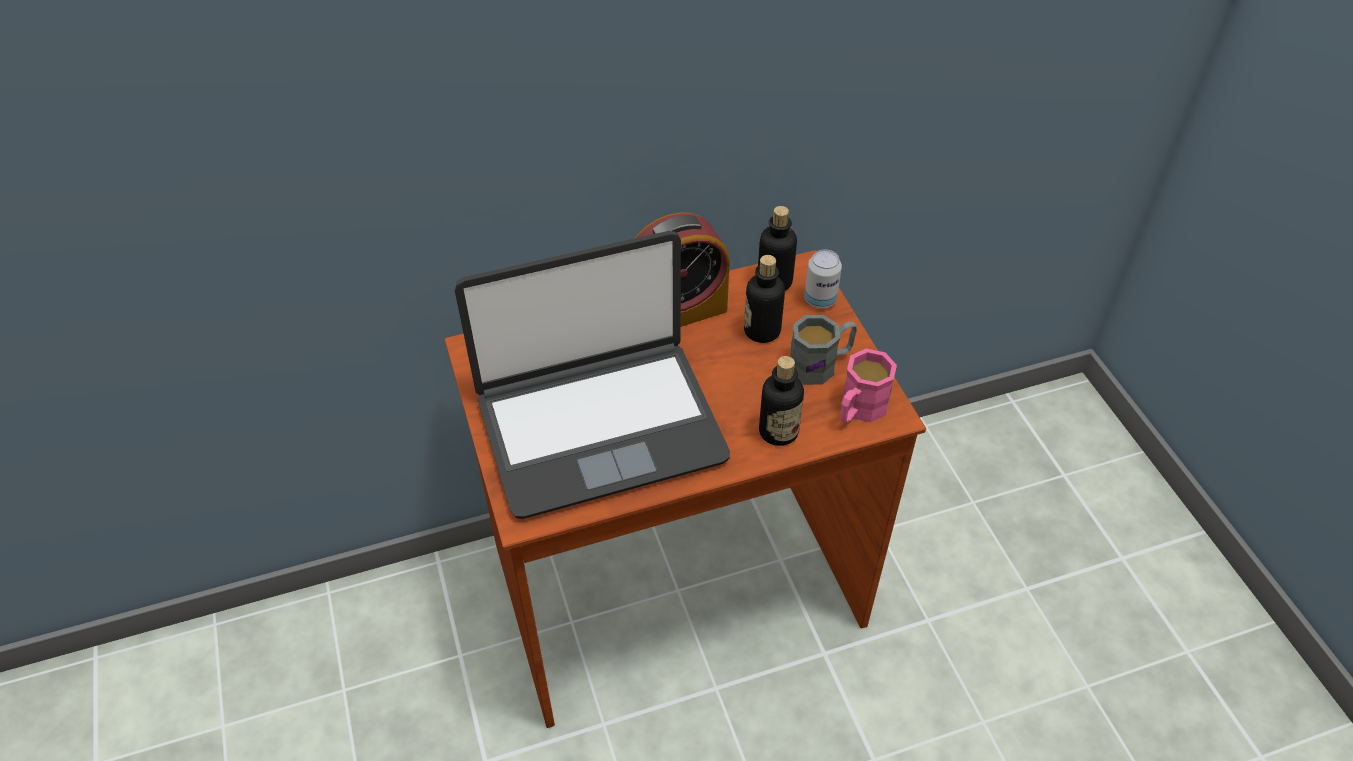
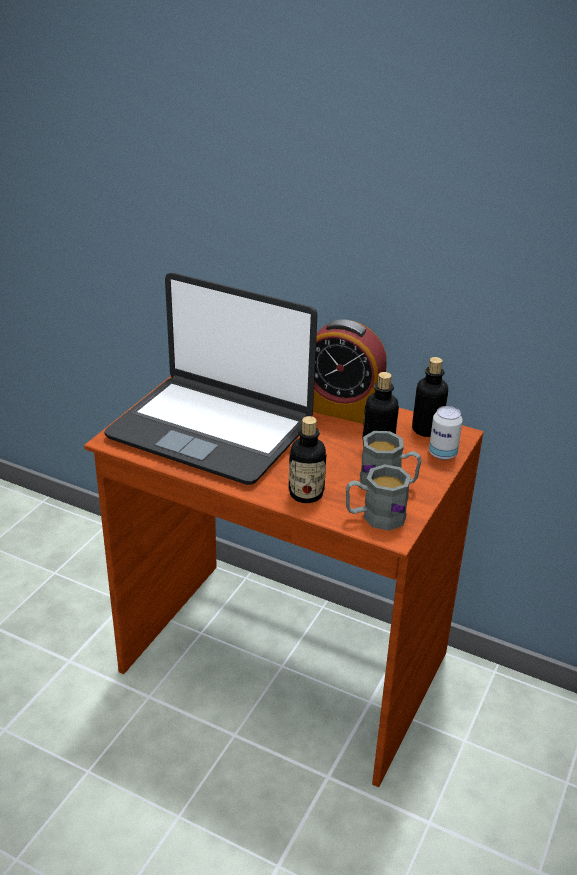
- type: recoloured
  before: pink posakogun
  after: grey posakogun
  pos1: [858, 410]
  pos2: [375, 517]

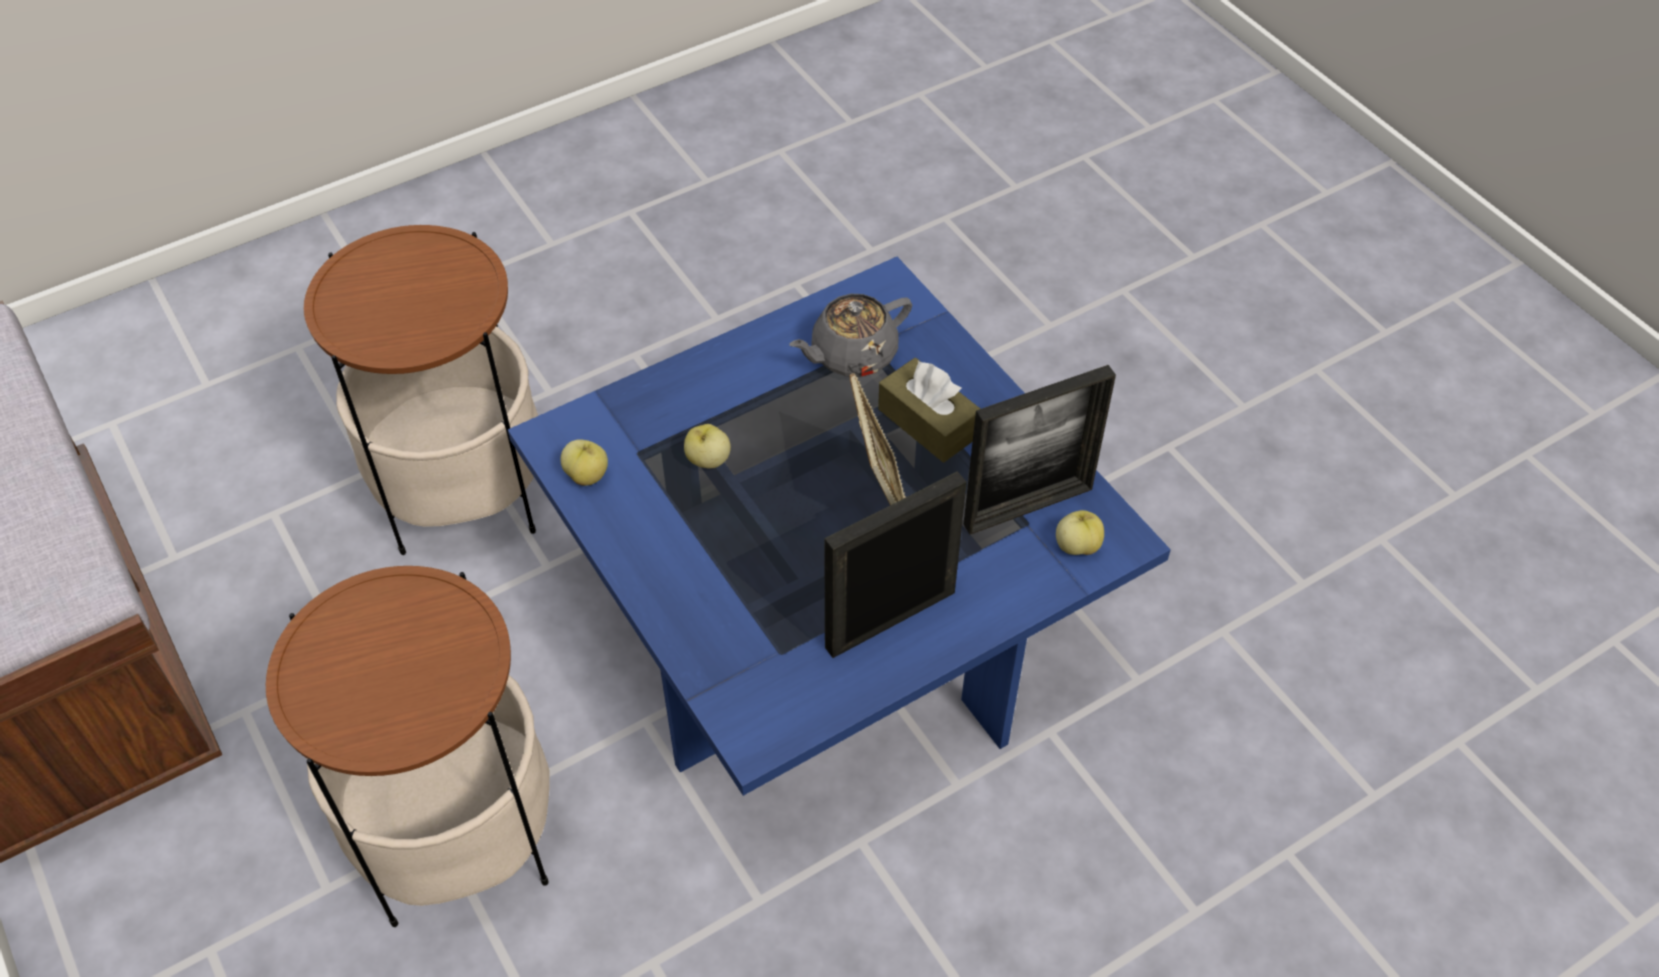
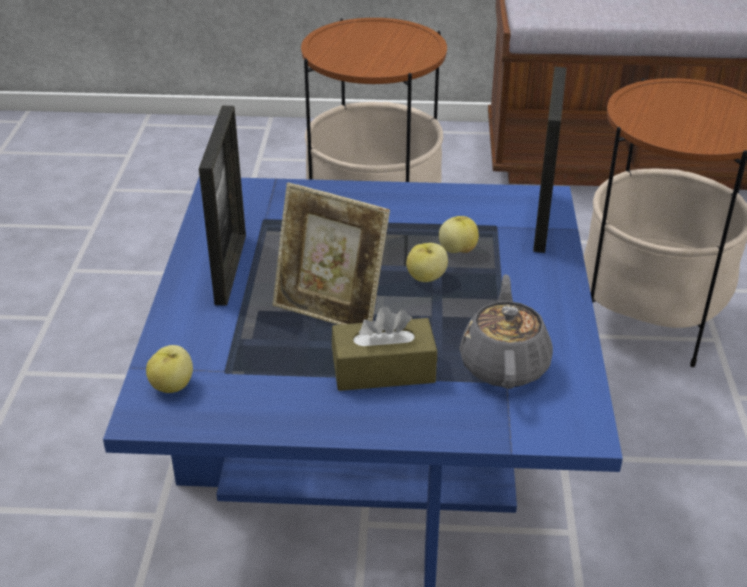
- type: moved
  before: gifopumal
  pos1: [587, 475]
  pos2: [426, 278]
- type: moved
  before: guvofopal
  pos1: [1028, 507]
  pos2: [542, 221]

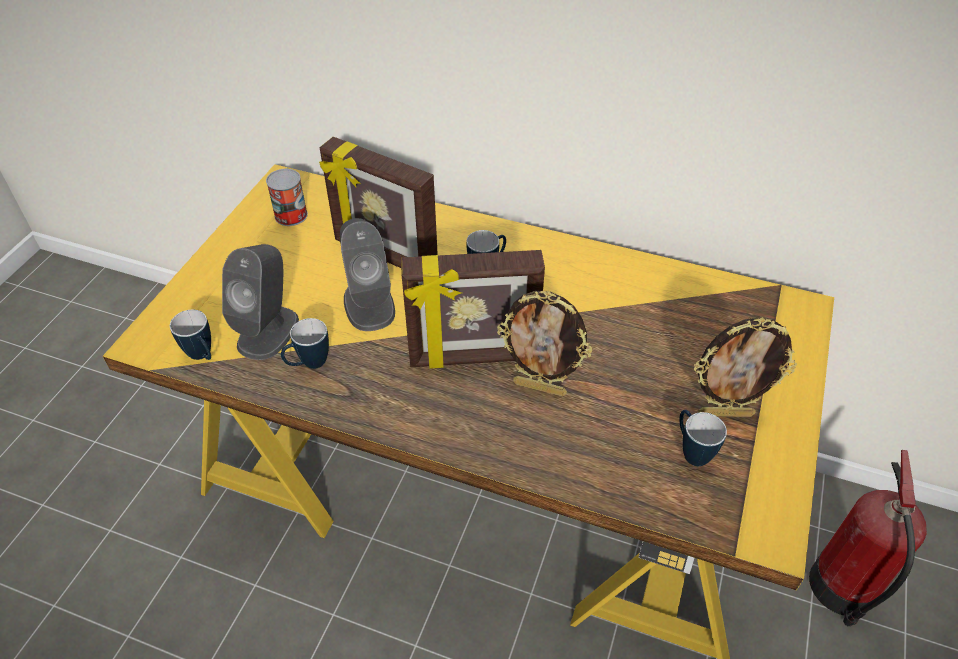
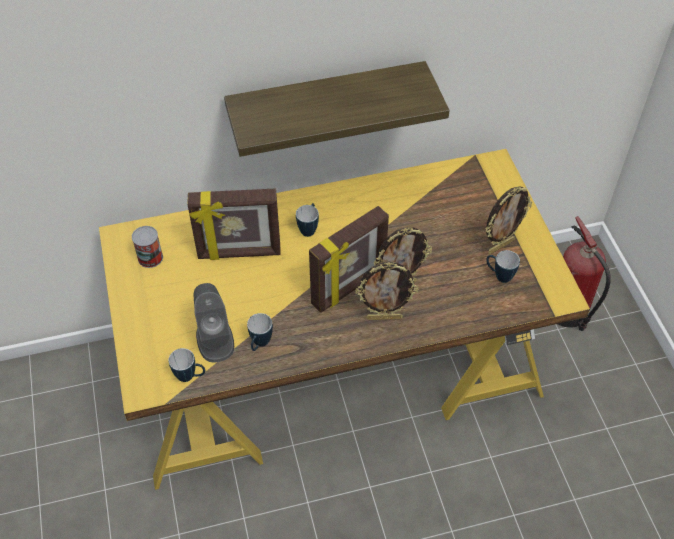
- type: removed
  before: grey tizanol
  pos1: [369, 304]
- type: added
  after: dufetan
  pos2: [326, 105]
- type: added
  after: guvofopal
  pos2: [384, 317]

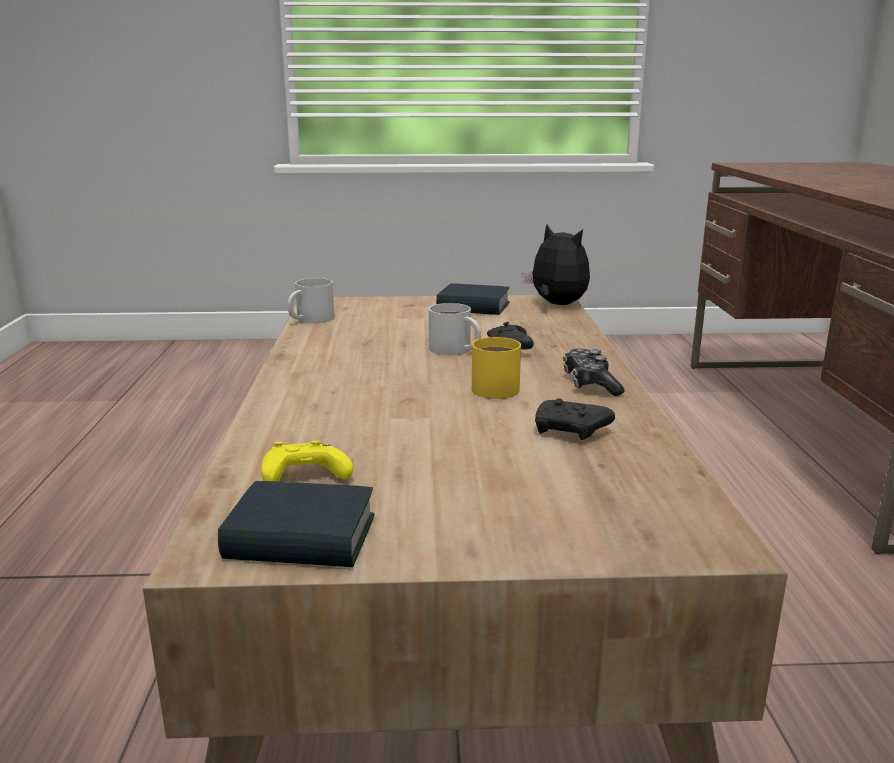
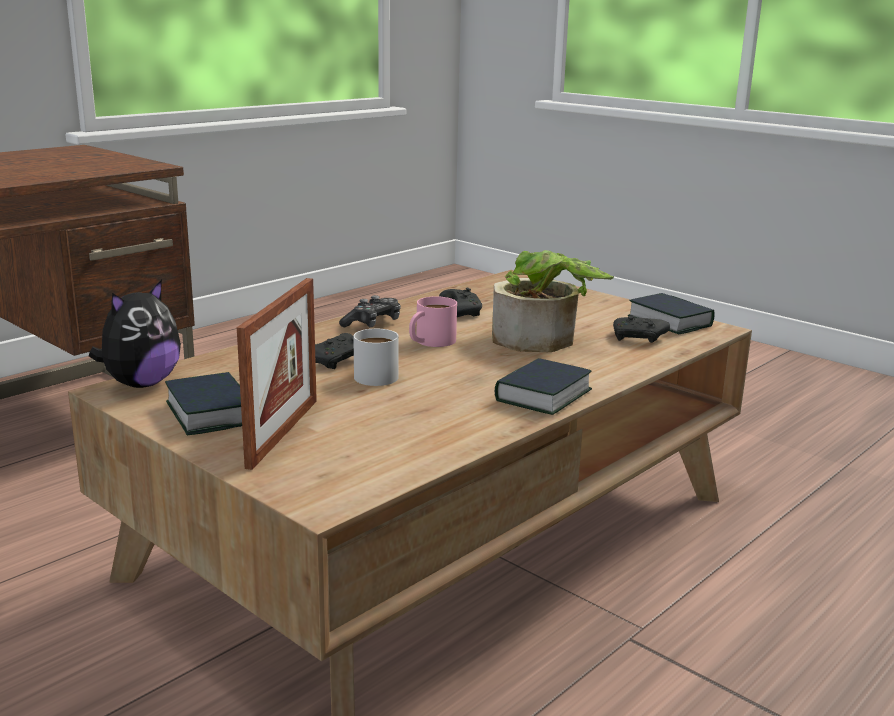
- type: removed
  before: white posakogun
  pos1: [310, 320]
- type: added
  after: guvofopal
  pos2: [283, 432]
- type: added
  after: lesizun
  pos2: [543, 341]
- type: added
  after: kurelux
  pos2: [543, 395]
- type: recoloured
  before: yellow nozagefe
  after: black nozagefe
  pos1: [303, 478]
  pos2: [639, 338]
- type: recoloured
  before: yellow posakogun
  after: pink posakogun
  pos1: [494, 386]
  pos2: [430, 342]
- type: turned
  before: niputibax
  pos1: [556, 305]
  pos2: [141, 383]
  turn: -150

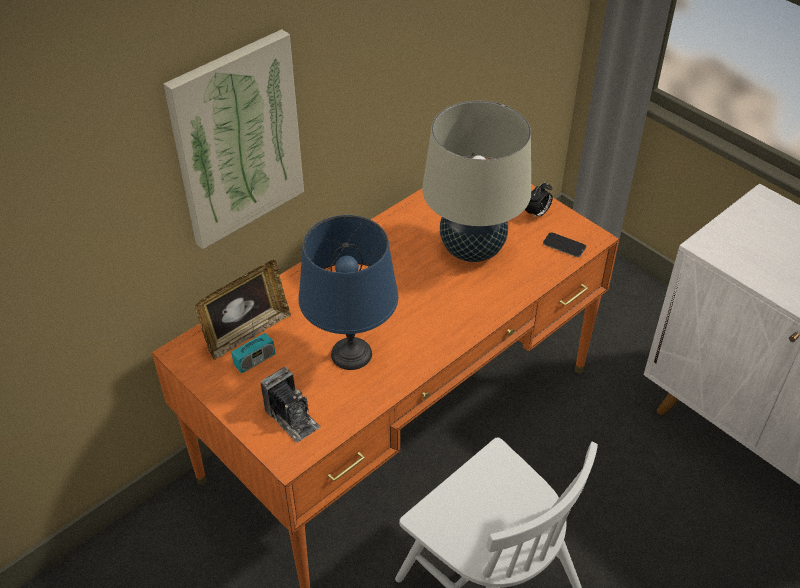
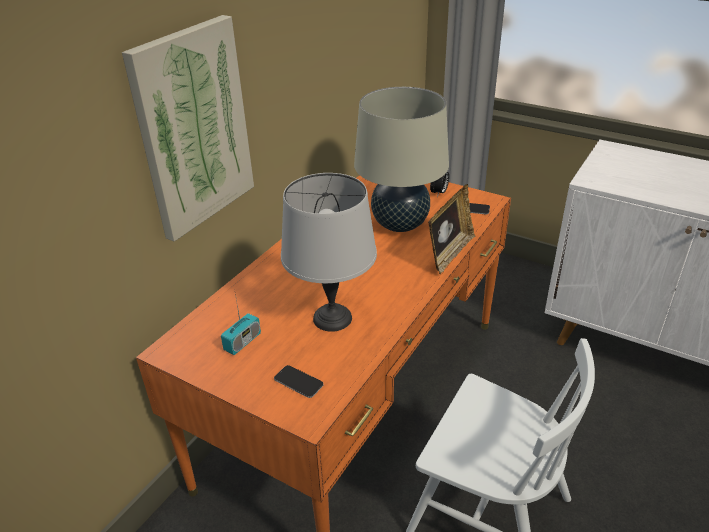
- type: moved
  before: guvofopal
  pos1: [246, 333]
  pos2: [449, 253]
- type: replaced
  before: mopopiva
  after: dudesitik
  pos1: [292, 418]
  pos2: [298, 382]
- type: recoloured
  before: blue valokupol
  after: grey valokupol
  pos1: [352, 353]
  pos2: [332, 317]

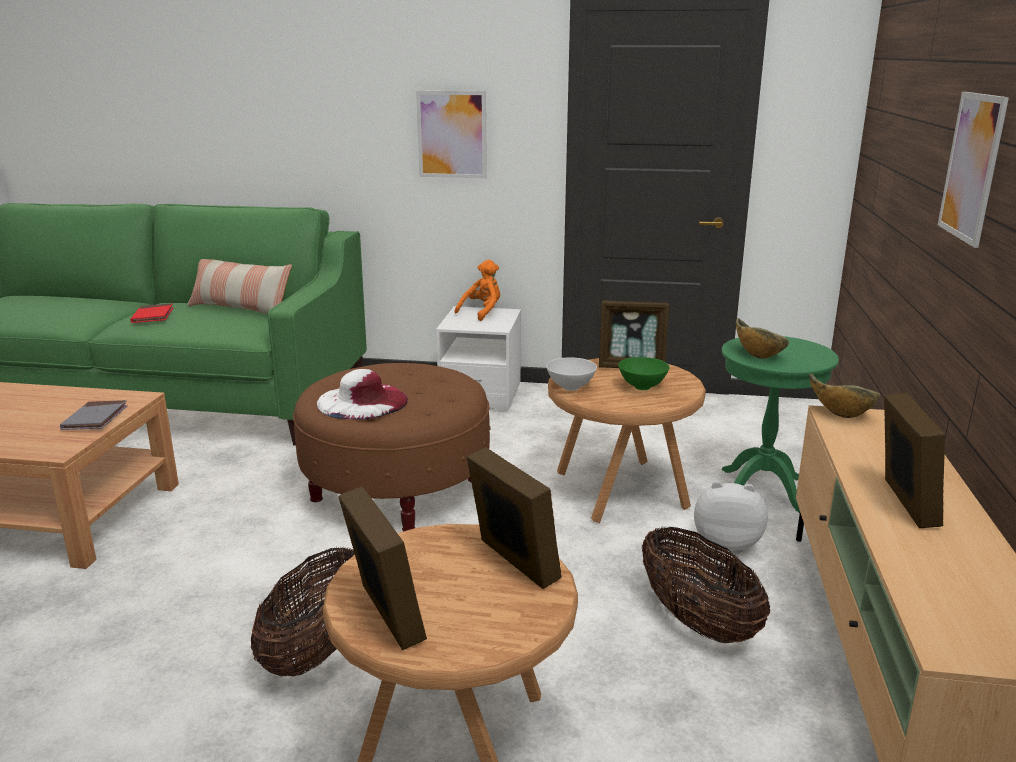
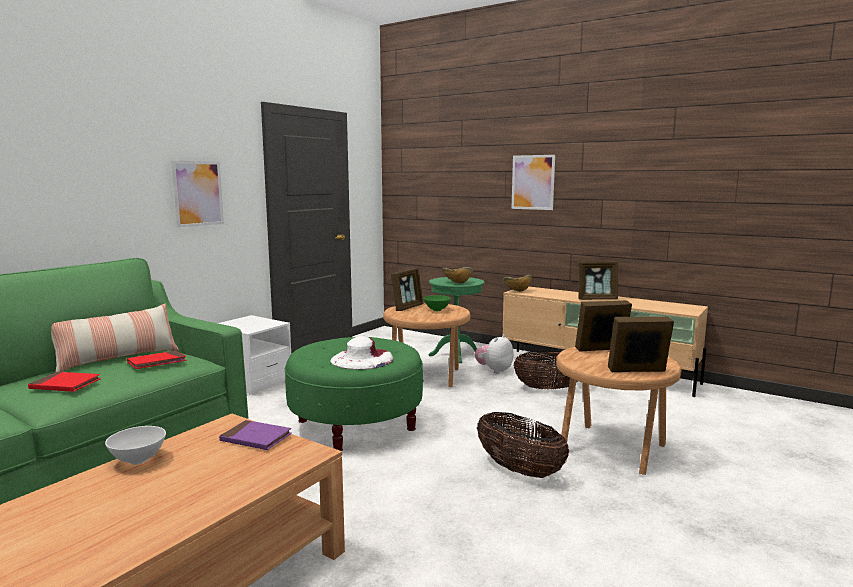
- type: removed
  before: orange niputibax
  pos1: [482, 312]
- type: added
  after: red kurelux
  pos2: [157, 362]
- type: moved
  before: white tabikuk
  pos1: [570, 388]
  pos2: [138, 461]
- type: recoloured
  before: grey kurelux
  after: purple kurelux
  pos1: [95, 418]
  pos2: [256, 438]
- type: recoloured
  before: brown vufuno
  after: green vufuno
  pos1: [397, 489]
  pos2: [356, 425]
- type: turned
  before: guvofopal
  pos1: [903, 503]
  pos2: [597, 299]
  turn: 150

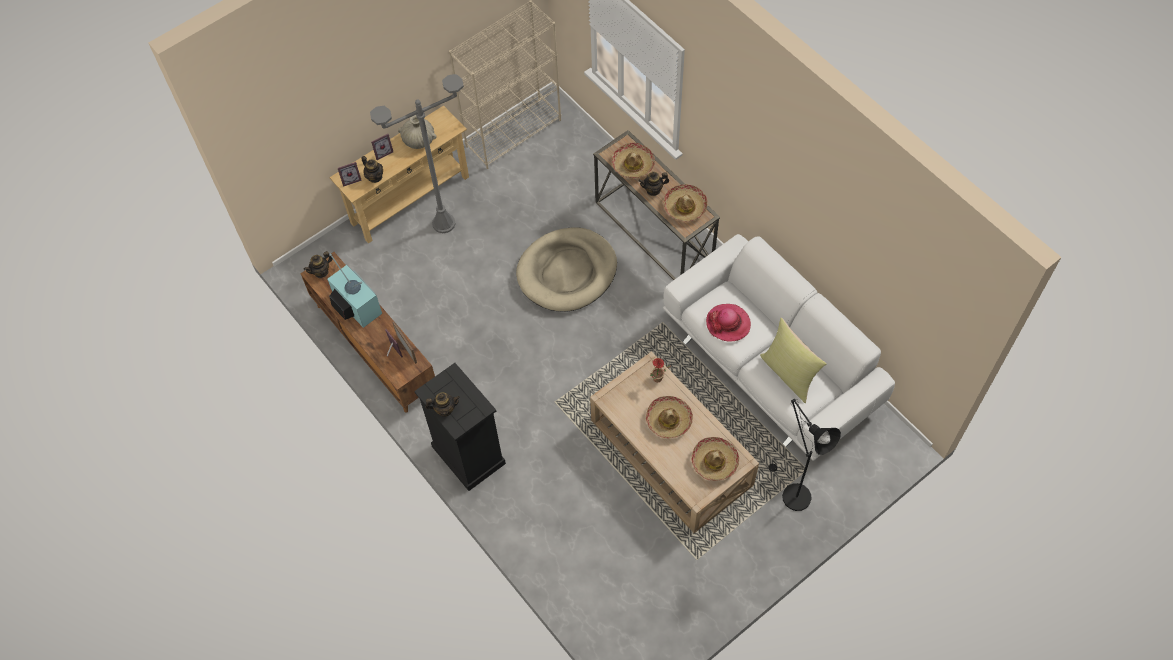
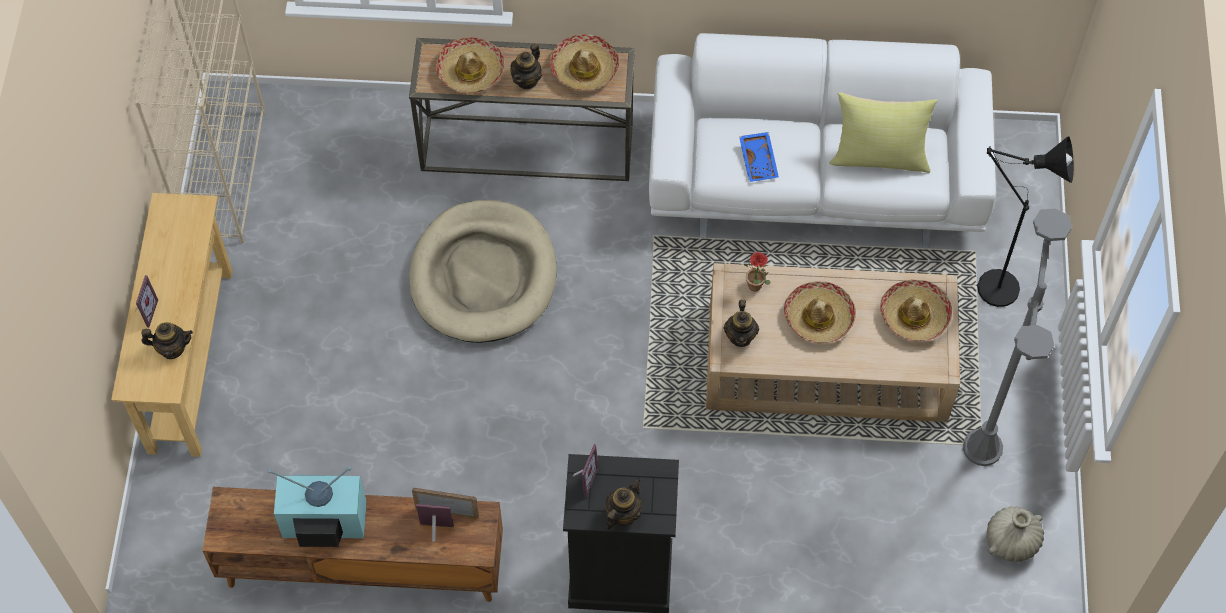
- type: moved
  before: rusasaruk
  pos1: [321, 272]
  pos2: [740, 336]
- type: moved
  before: guvofopal
  pos1: [350, 179]
  pos2: [582, 479]
- type: moved
  before: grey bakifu
  pos1: [444, 223]
  pos2: [982, 447]
- type: moved
  before: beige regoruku
  pos1: [419, 140]
  pos2: [1011, 541]
- type: replaced
  before: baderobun
  after: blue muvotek
  pos1: [728, 323]
  pos2: [759, 161]

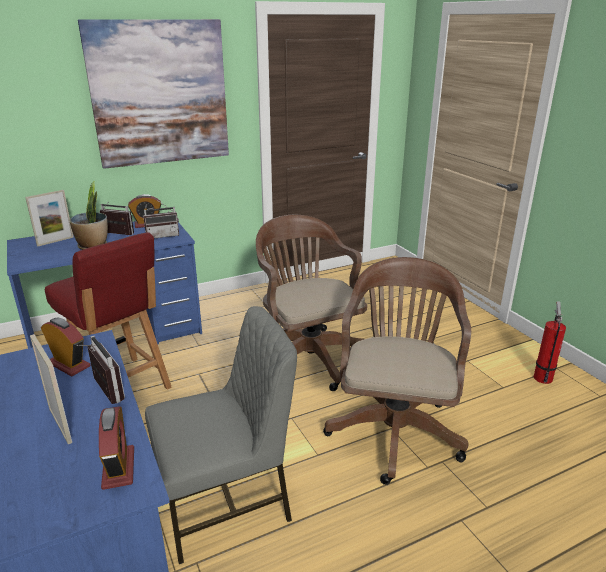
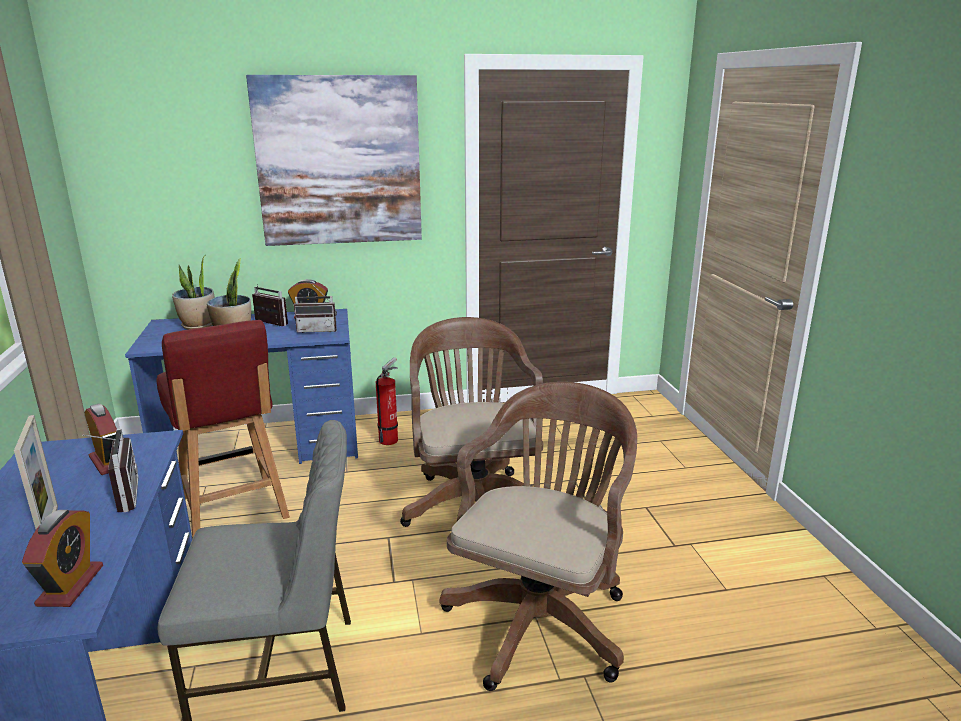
- type: moved
  before: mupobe
  pos1: [542, 376]
  pos2: [390, 439]
- type: replaced
  before: guvofopal
  after: lesizun
  pos1: [55, 241]
  pos2: [198, 326]

